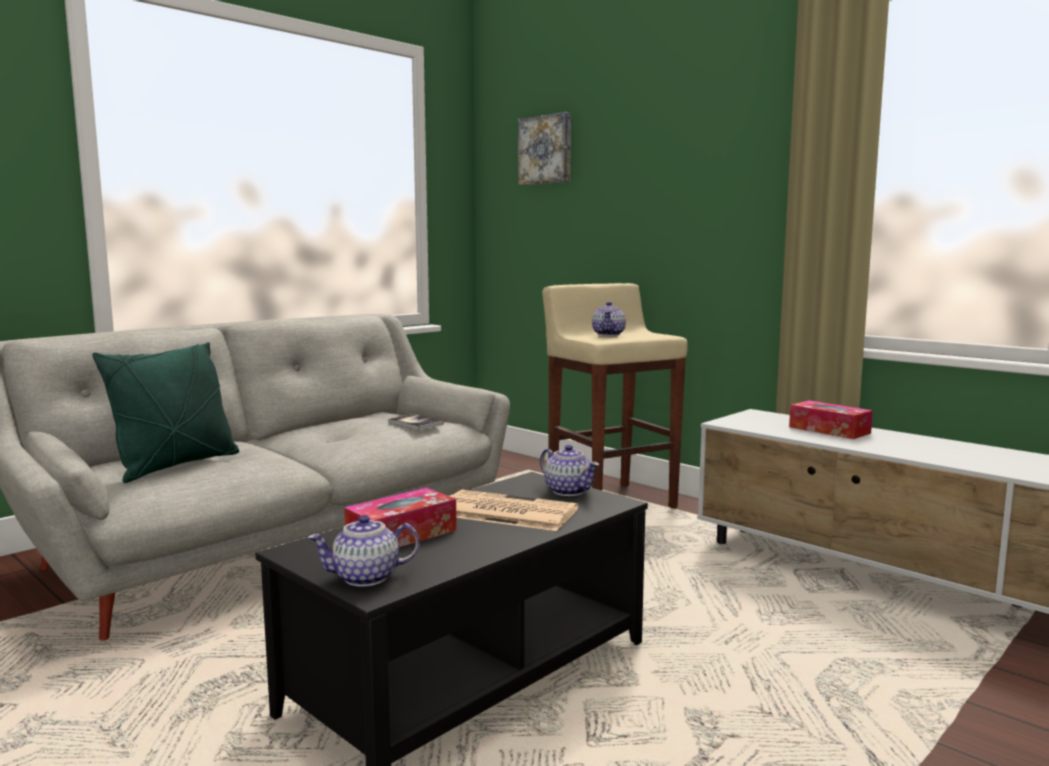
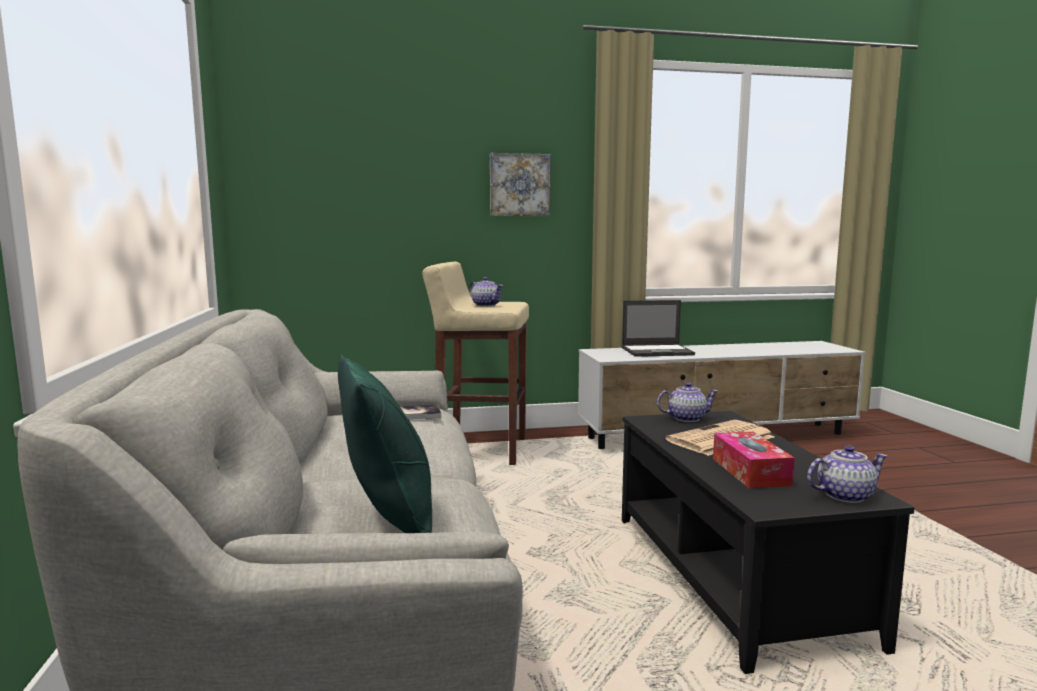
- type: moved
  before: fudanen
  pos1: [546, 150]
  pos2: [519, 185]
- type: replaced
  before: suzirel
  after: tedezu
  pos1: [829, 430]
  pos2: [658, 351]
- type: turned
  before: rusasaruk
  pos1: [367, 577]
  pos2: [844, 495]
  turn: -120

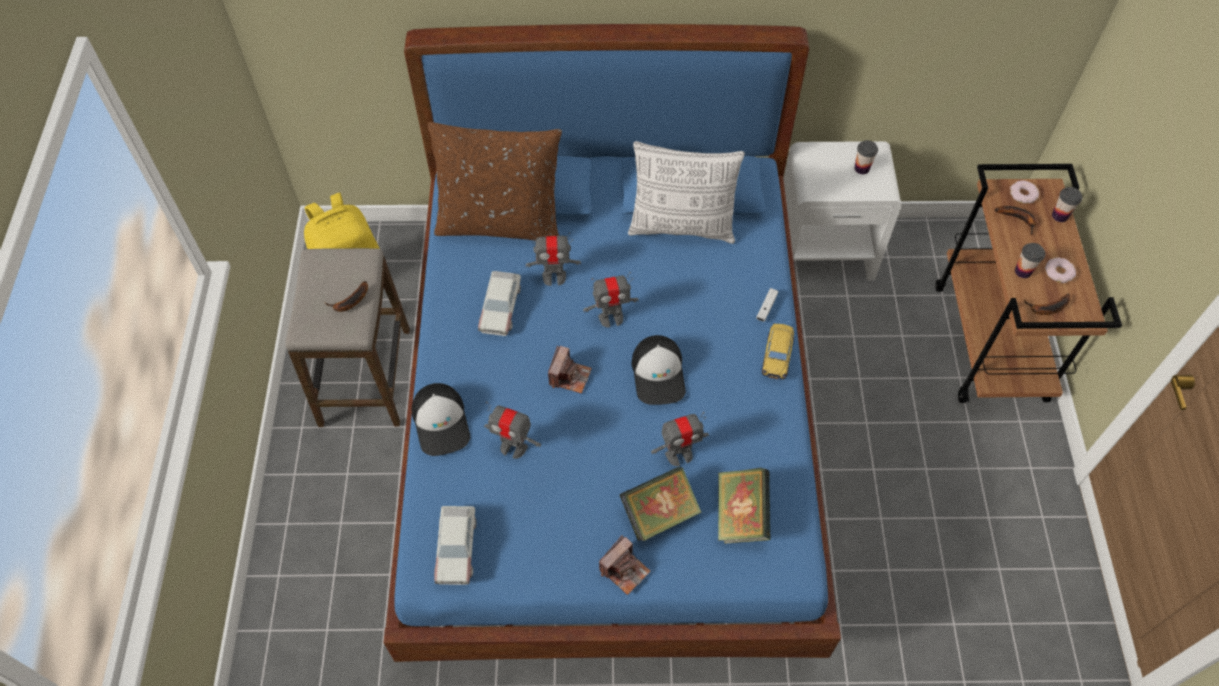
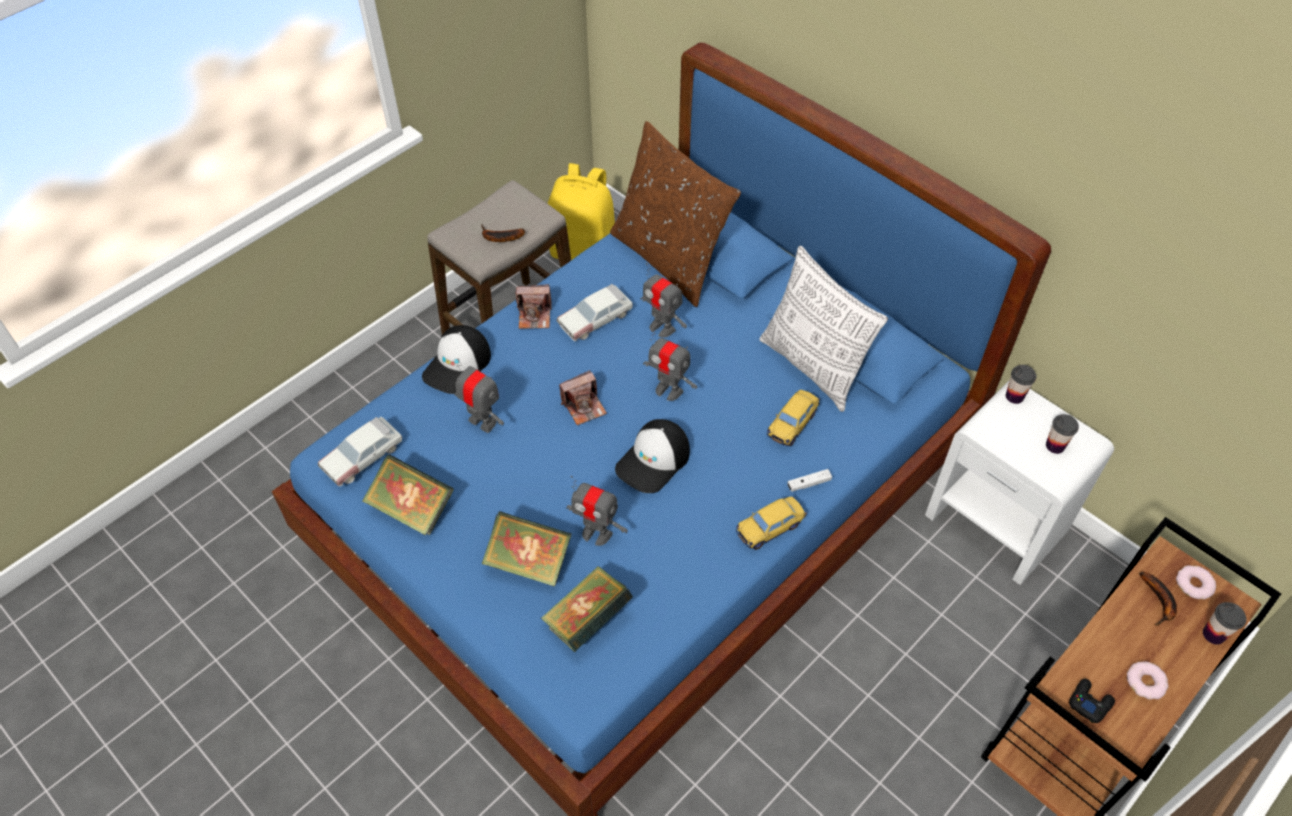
- type: added
  after: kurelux
  pos2: [412, 508]
- type: added
  after: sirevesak
  pos2: [792, 424]
- type: moved
  before: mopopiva
  pos1: [624, 570]
  pos2: [535, 315]
- type: moved
  before: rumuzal
  pos1: [1023, 271]
  pos2: [1014, 396]
- type: replaced
  before: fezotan
  after: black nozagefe
  pos1: [1047, 308]
  pos2: [1089, 702]
- type: turned
  before: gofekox
  pos1: [513, 447]
  pos2: [482, 422]
  turn: 150

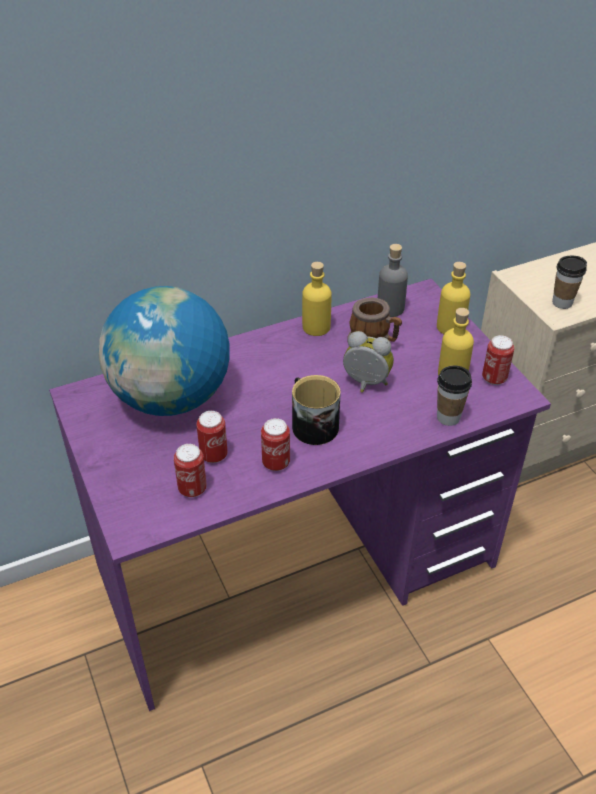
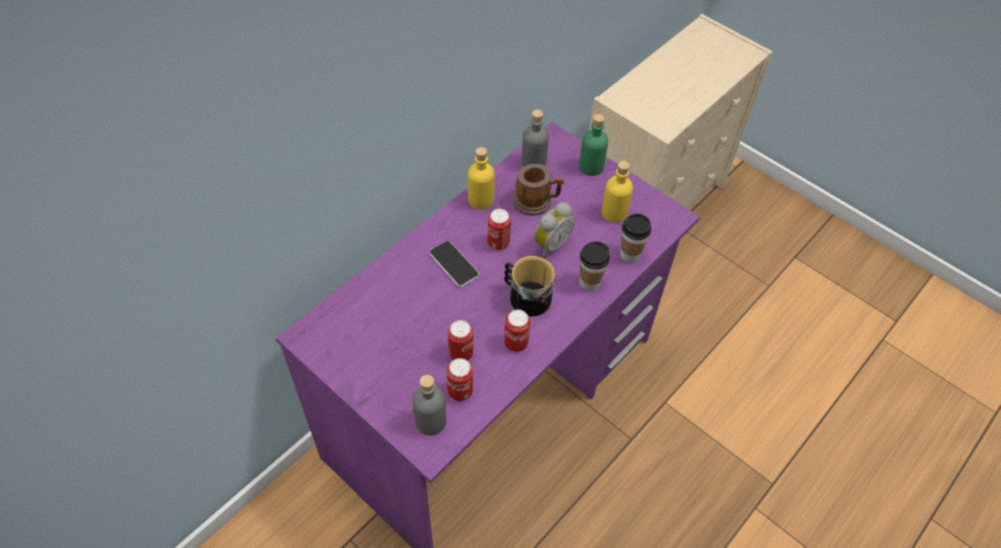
- type: removed
  before: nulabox
  pos1: [171, 398]
- type: added
  after: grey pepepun
  pos2: [430, 421]
- type: added
  after: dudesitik
  pos2: [454, 264]
- type: moved
  before: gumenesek
  pos1: [494, 378]
  pos2: [498, 243]
- type: moved
  before: rumuzal
  pos1: [562, 302]
  pos2: [589, 282]
- type: recoloured
  before: yellow pepepun
  after: green pepepun
  pos1: [450, 327]
  pos2: [591, 167]
- type: turned
  before: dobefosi
  pos1: [365, 384]
  pos2: [550, 244]
  turn: 135

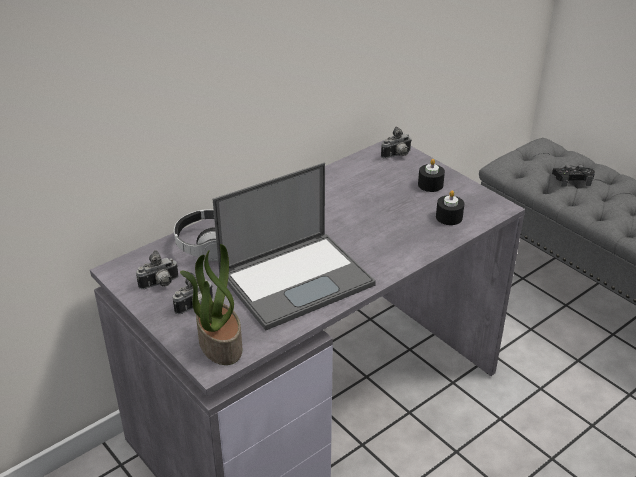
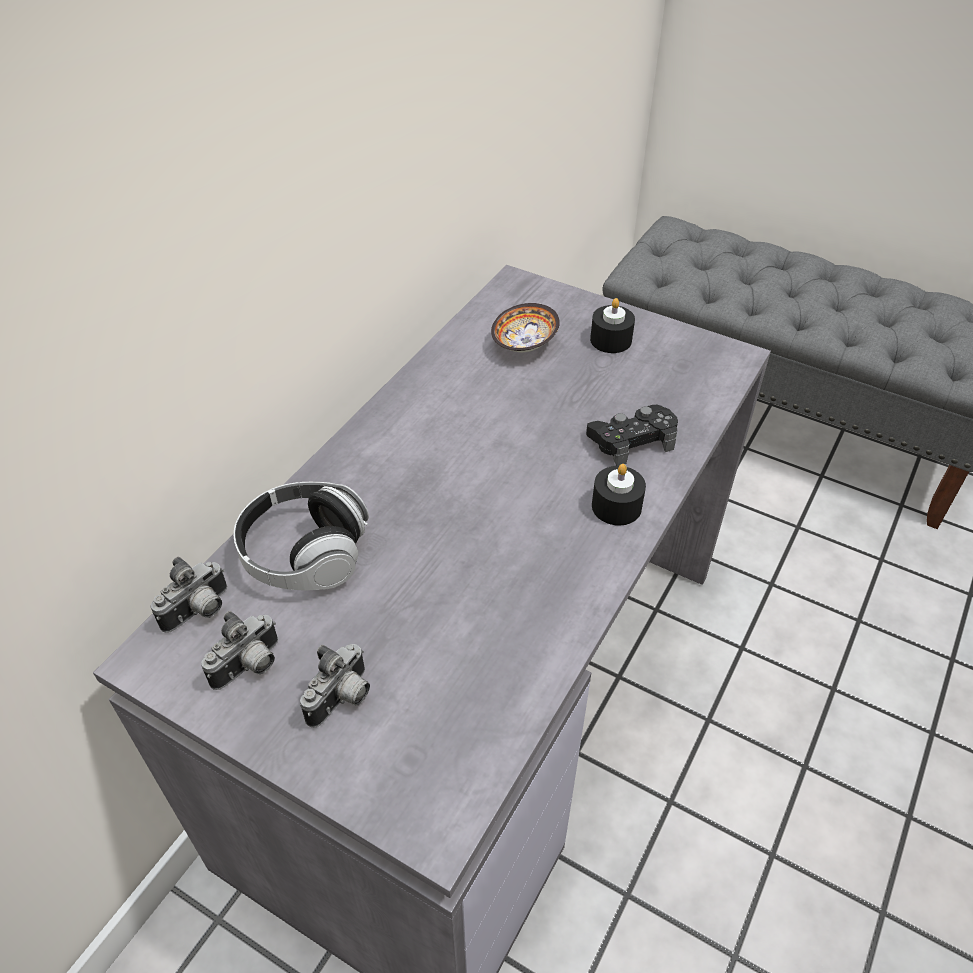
- type: removed
  before: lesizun
  pos1: [219, 344]
- type: removed
  before: tedezu
  pos1: [297, 278]
- type: added
  after: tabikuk
  pos2: [524, 344]
- type: moved
  before: mopopiva
  pos1: [397, 156]
  pos2: [199, 612]
- type: moved
  before: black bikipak
  pos1: [449, 217]
  pos2: [616, 506]
- type: moved
  before: black nozagefe
  pos1: [572, 179]
  pos2: [632, 440]

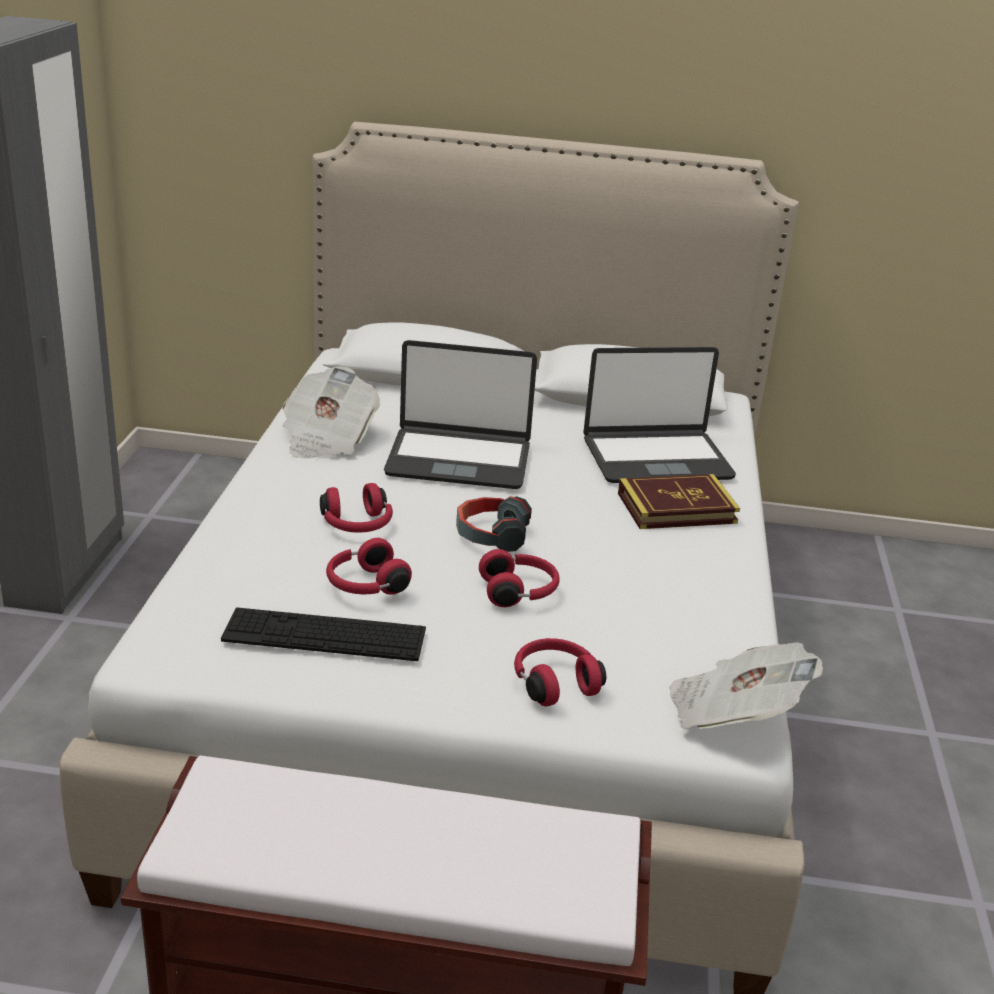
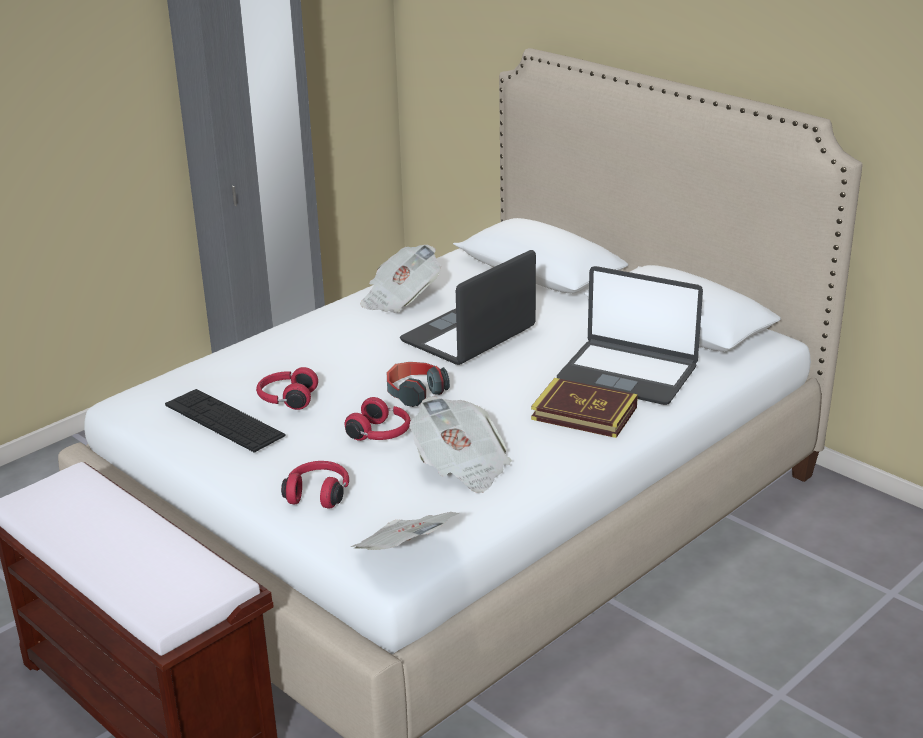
- type: removed
  before: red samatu
  pos1: [357, 525]
- type: added
  after: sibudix
  pos2: [461, 467]
- type: turned
  before: tedezu
  pos1: [459, 459]
  pos2: [469, 336]
  turn: 90

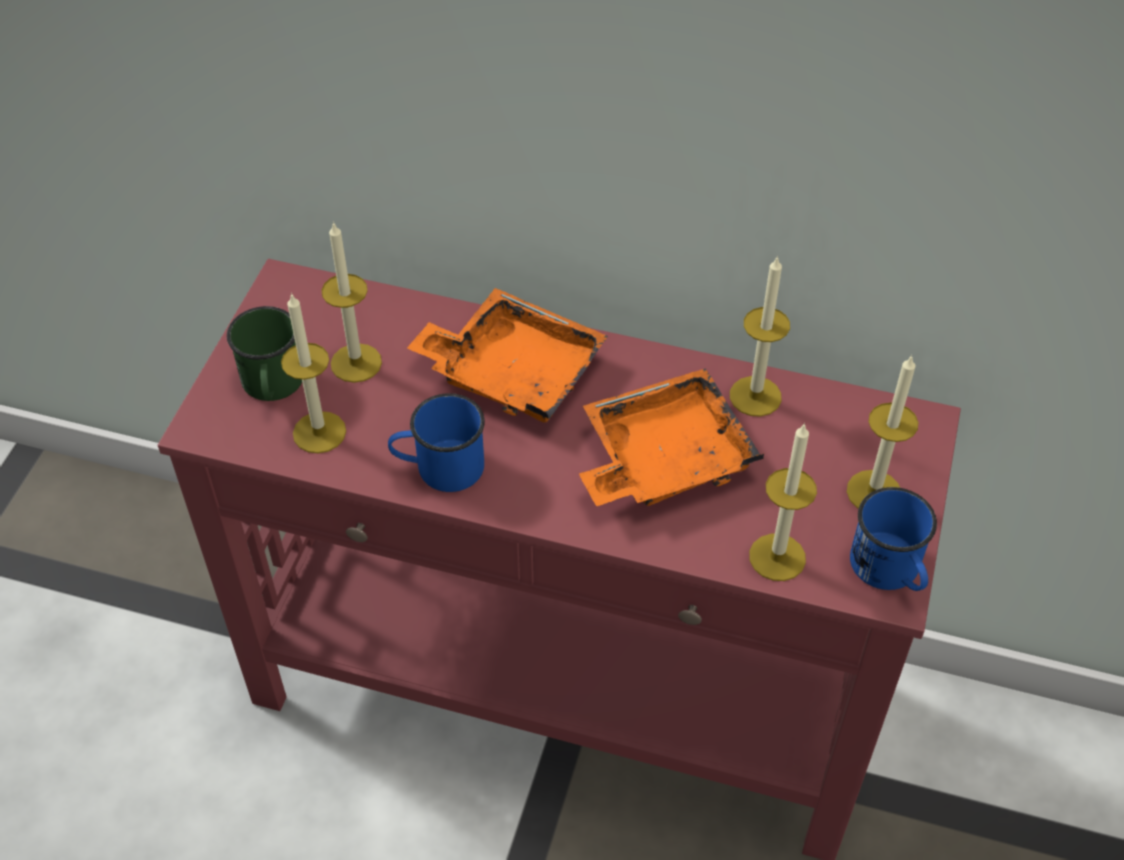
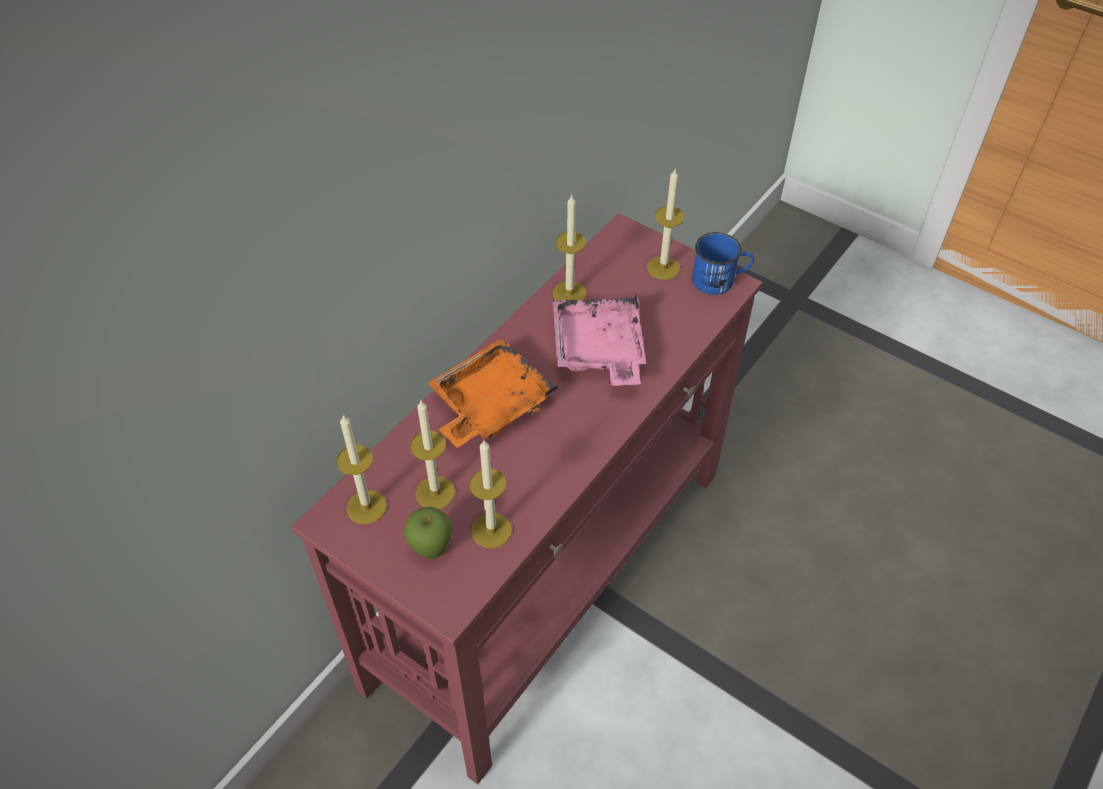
- type: removed
  before: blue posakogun
  pos1: [439, 467]
- type: moved
  before: bikipak
  pos1: [777, 557]
  pos2: [366, 507]
- type: replaced
  before: green posakogun
  after: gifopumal
  pos1: [272, 386]
  pos2: [432, 551]
- type: recoloured
  before: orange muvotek
  after: pink muvotek
  pos1: [663, 458]
  pos2: [598, 351]

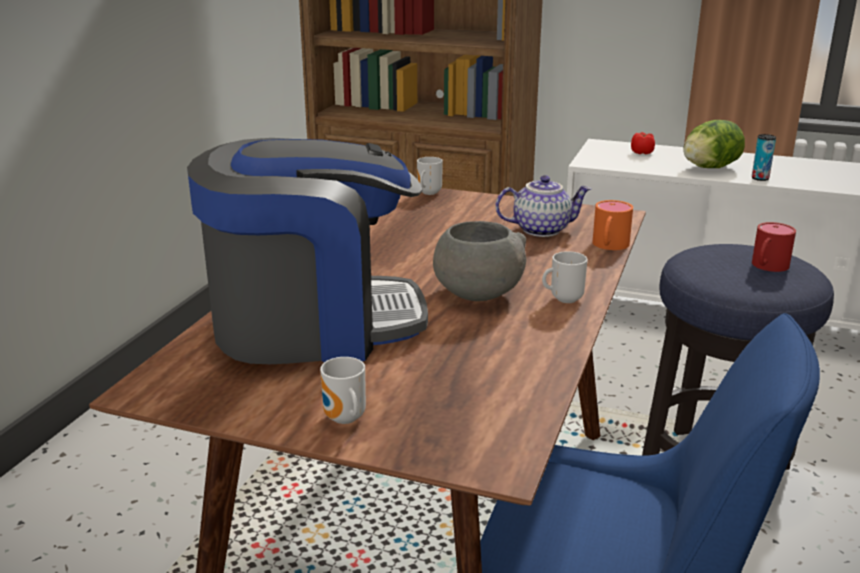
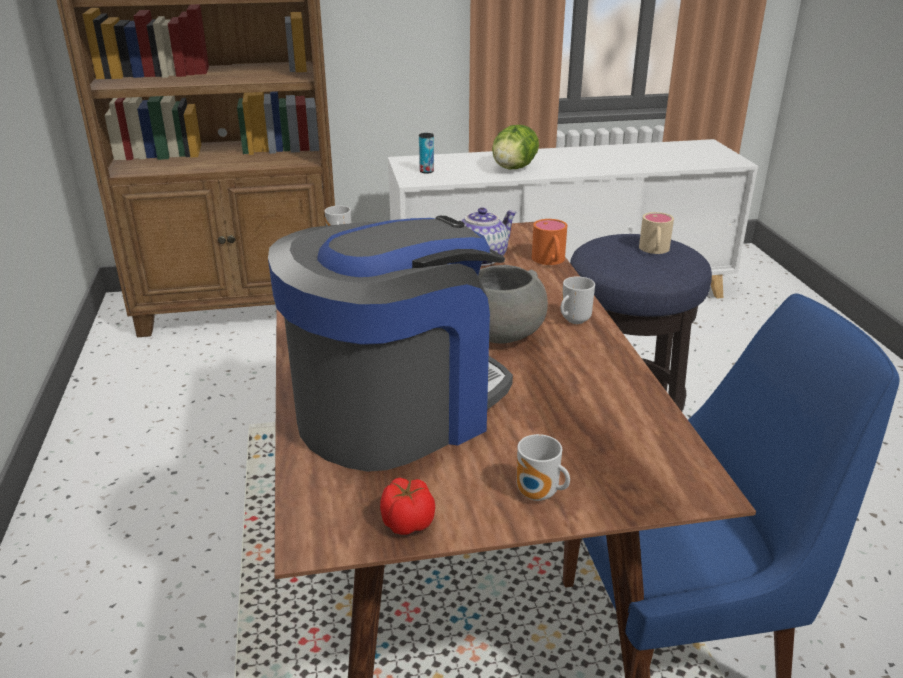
- type: moved
  before: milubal
  pos1: [641, 153]
  pos2: [407, 522]
- type: moved
  before: gumenesek
  pos1: [760, 178]
  pos2: [426, 171]
- type: recoloured
  before: red posakogun
  after: beige posakogun
  pos1: [767, 267]
  pos2: [654, 250]

